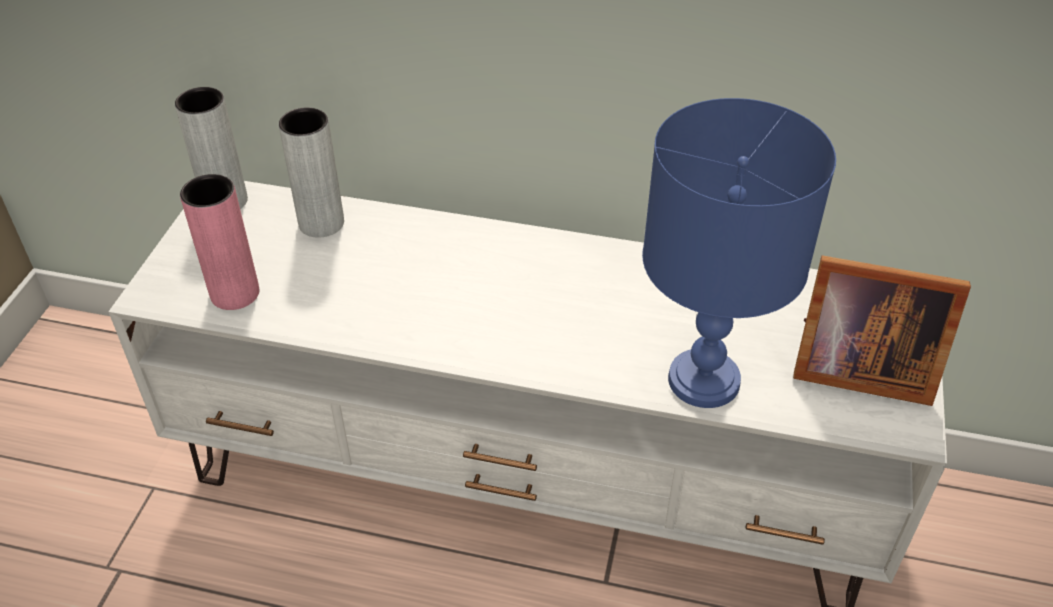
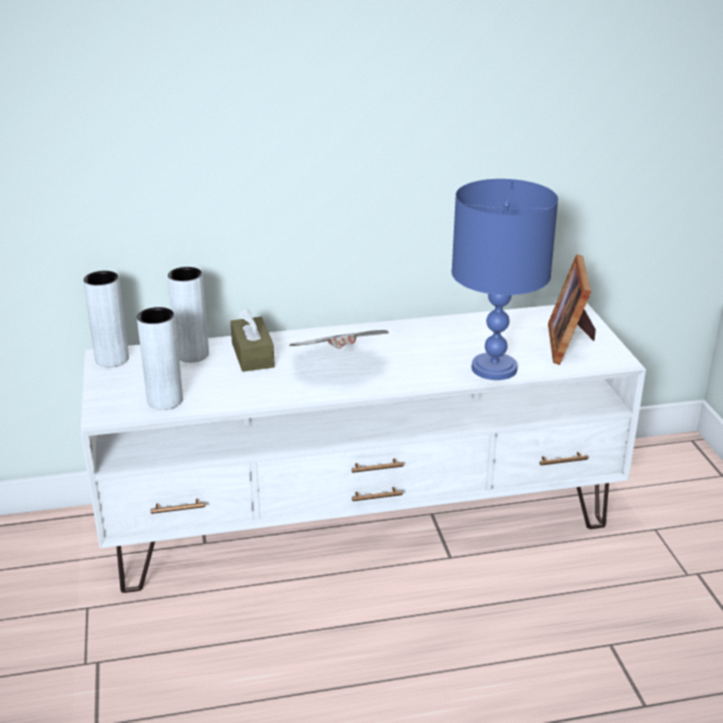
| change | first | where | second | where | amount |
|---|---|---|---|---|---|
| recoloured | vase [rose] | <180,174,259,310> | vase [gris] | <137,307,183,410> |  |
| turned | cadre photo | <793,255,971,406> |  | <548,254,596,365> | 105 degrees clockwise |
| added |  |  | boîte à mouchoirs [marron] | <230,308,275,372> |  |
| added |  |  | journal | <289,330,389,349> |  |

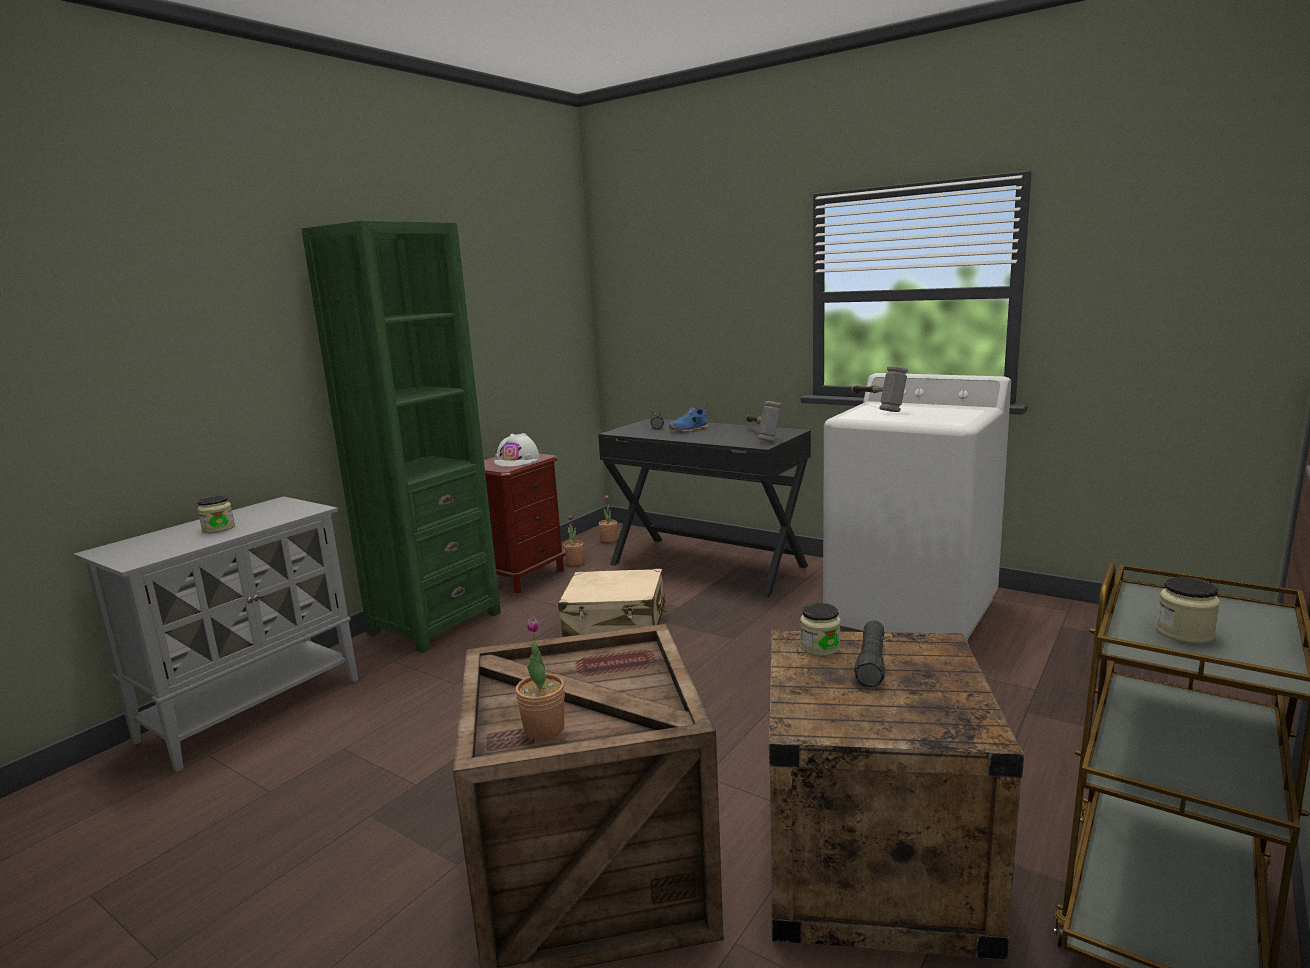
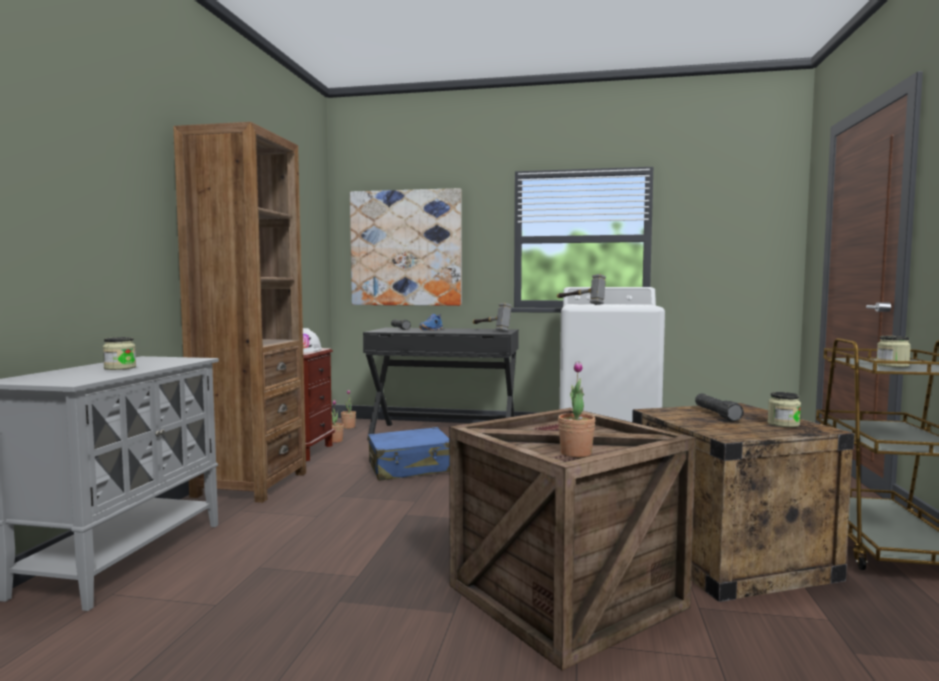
| change | first | where | second | where | amount |
|---|---|---|---|---|---|
| recoloured | bibliothèque [vert] | <301,220,501,653> | bibliothèque [marron] | <173,122,306,503> |  |
| recoloured | valise [beige] | <558,569,667,637> | valise [bleu] | <368,427,449,481> |  |
| moved | bocal | <800,603,841,656> |  | <767,392,801,427> |  |
| added |  |  | tableau | <350,188,462,306> |  |

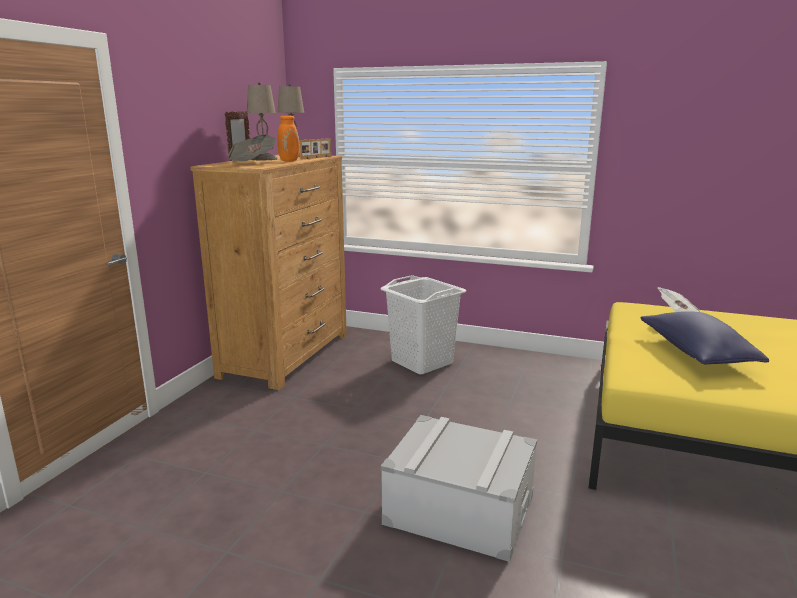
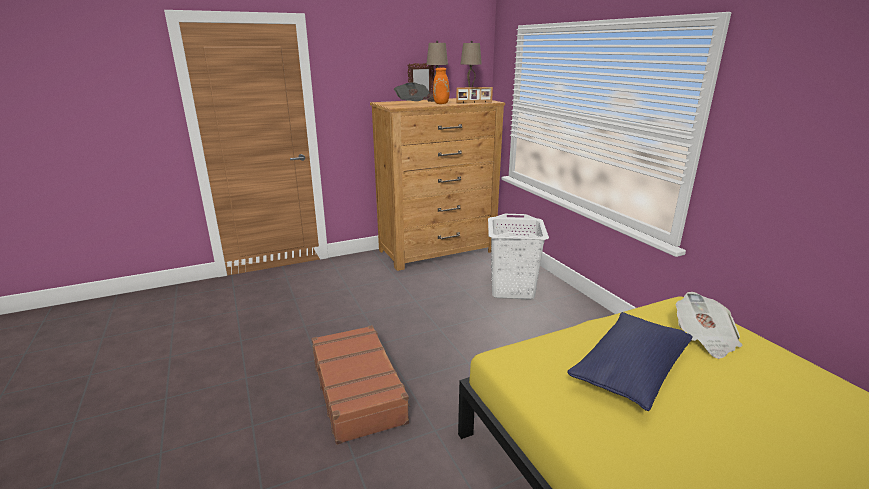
| change | first | where | second | where | amount |
|---|---|---|---|---|---|
| replaced | boîte de rangement [gris] | <381,415,537,562> | valise [marron] | <312,325,410,445> |  |

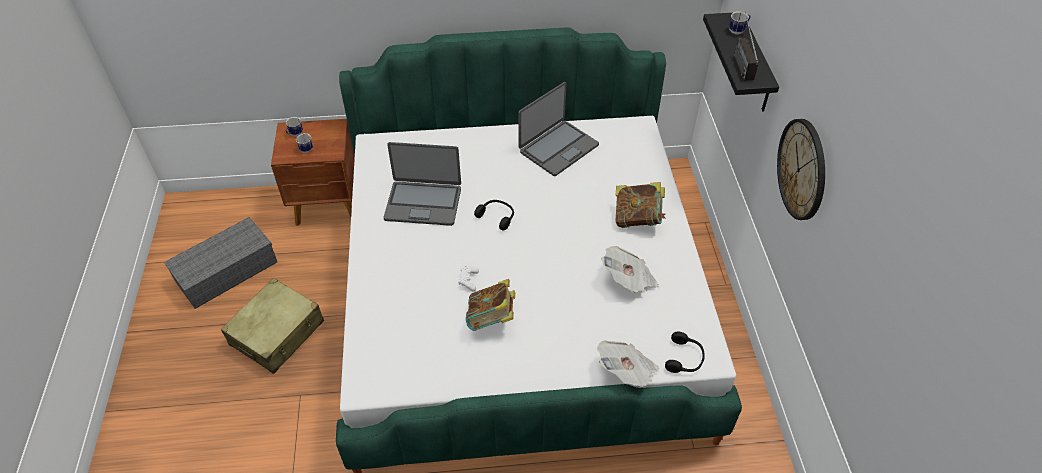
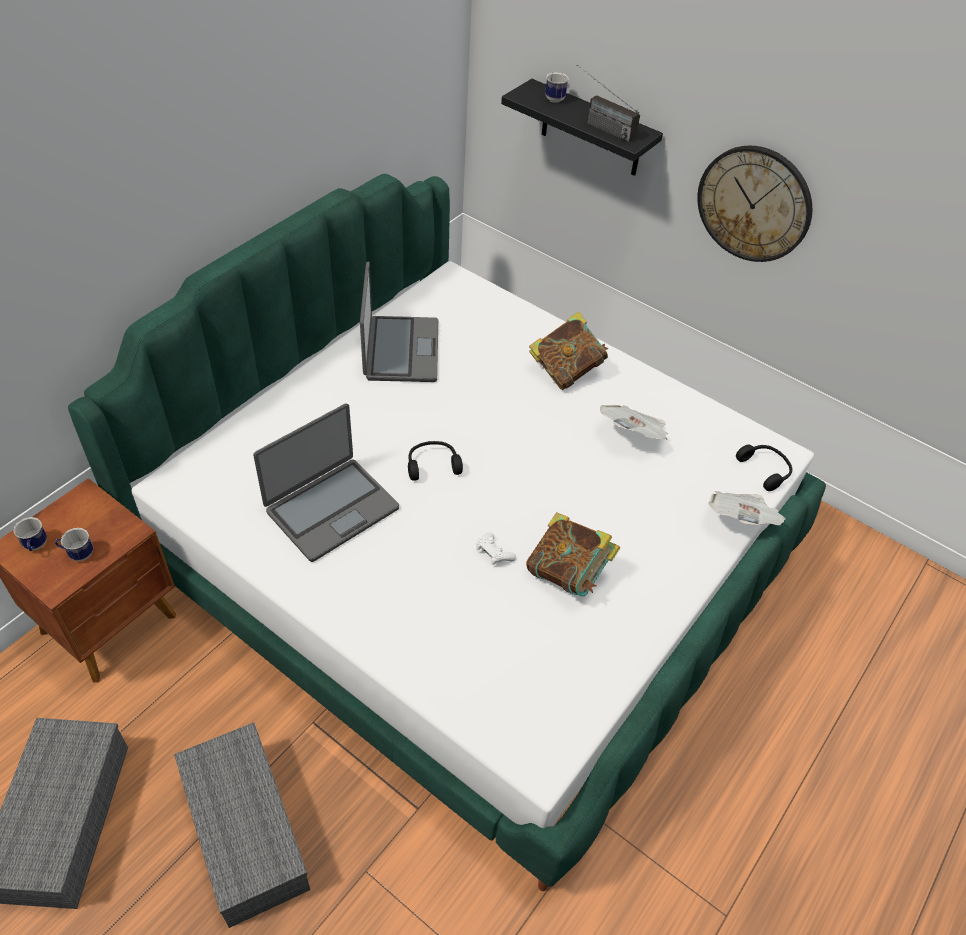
| change | first | where | second | where | amount |
|---|---|---|---|---|---|
| replaced | valise [beige] | <221,278,324,374> | boîte de rangement [gris] | <174,722,310,928> |  |

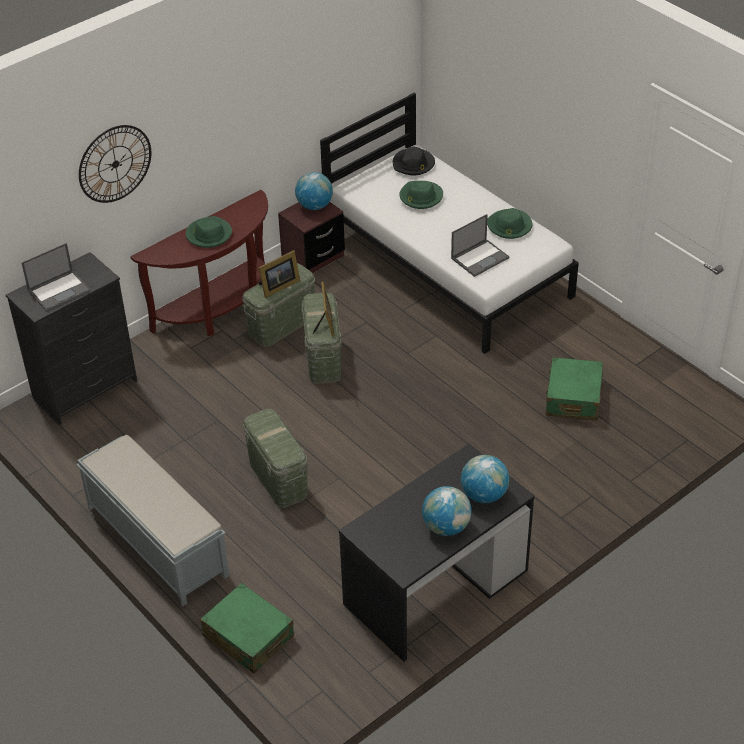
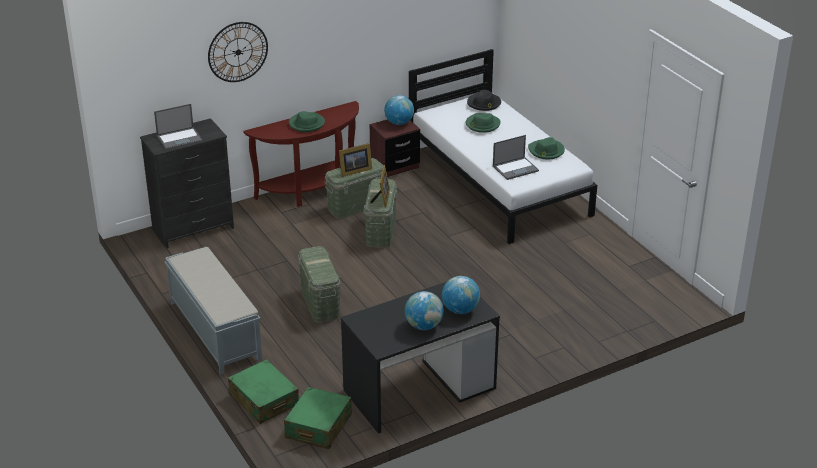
| change | first | where | second | where | amount |
|---|---|---|---|---|---|
| moved | valise [vert] | <546,357,603,420> |  | <284,387,352,449> |  |

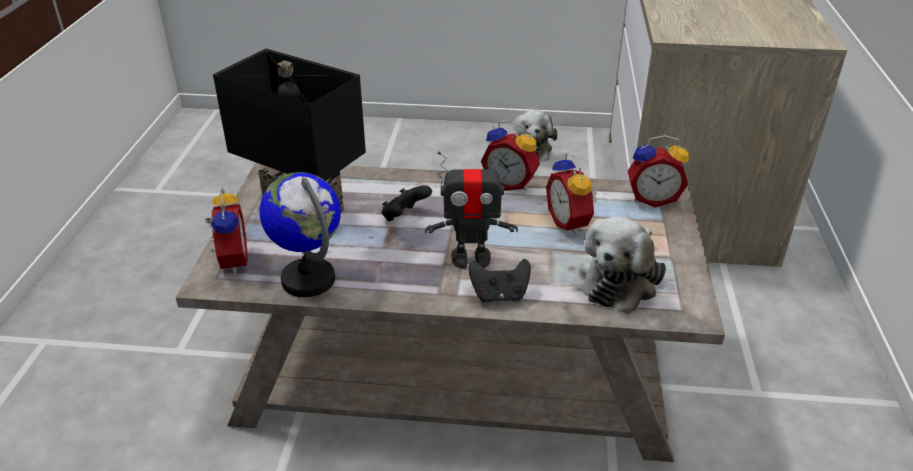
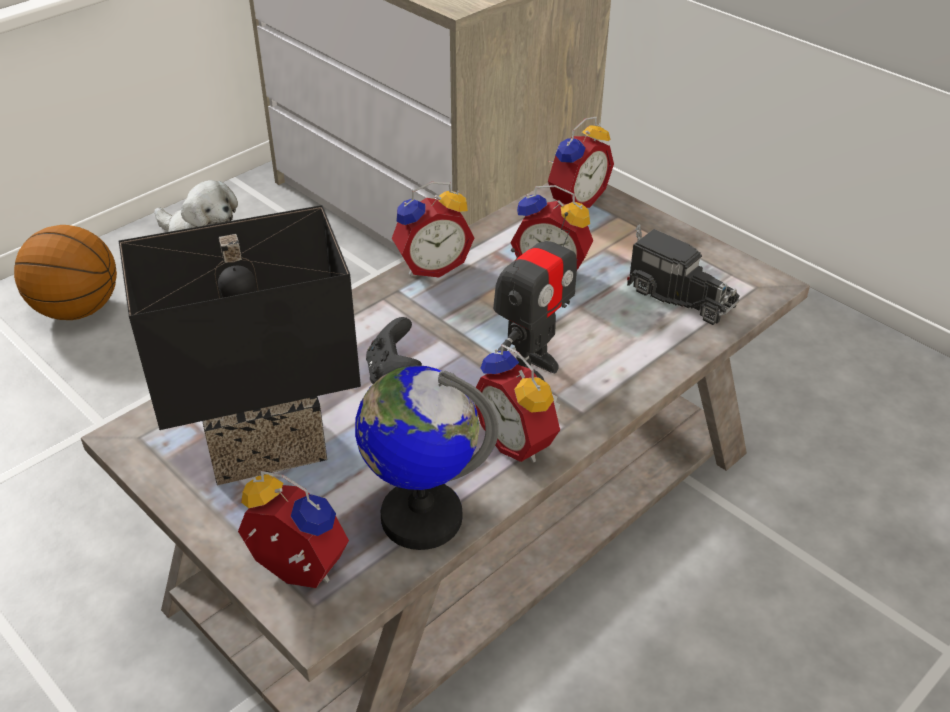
| change | first | where | second | where | amount |
|---|---|---|---|---|---|
| replaced | peluche | <579,216,666,313> | camion jouet | <627,224,740,325> |  |
| removed | manette [noir] | <468,259,531,302> |  |  |  |
| added |  |  | ballon de basket | <14,225,117,320> |  |
| added |  |  | réveil | <475,344,560,462> |  |

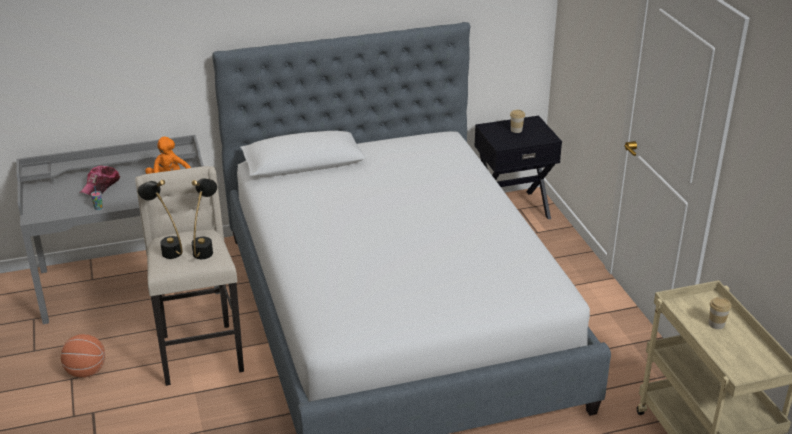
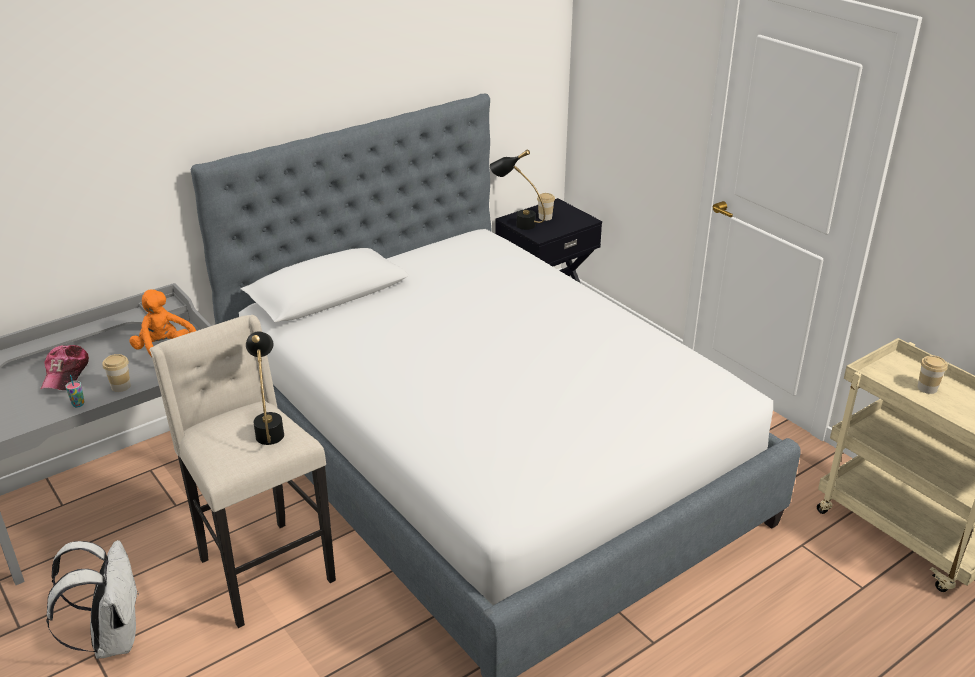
| change | first | where | second | where | amount |
|---|---|---|---|---|---|
| moved | lampe de table [noir] | <138,180,183,259> |  | <490,149,545,230> |  |
| replaced | ballon de basket | <61,334,105,378> | sac à dos [blanc] | <46,540,139,659> |  |
| added |  |  | tasse | <103,354,131,392> |  |

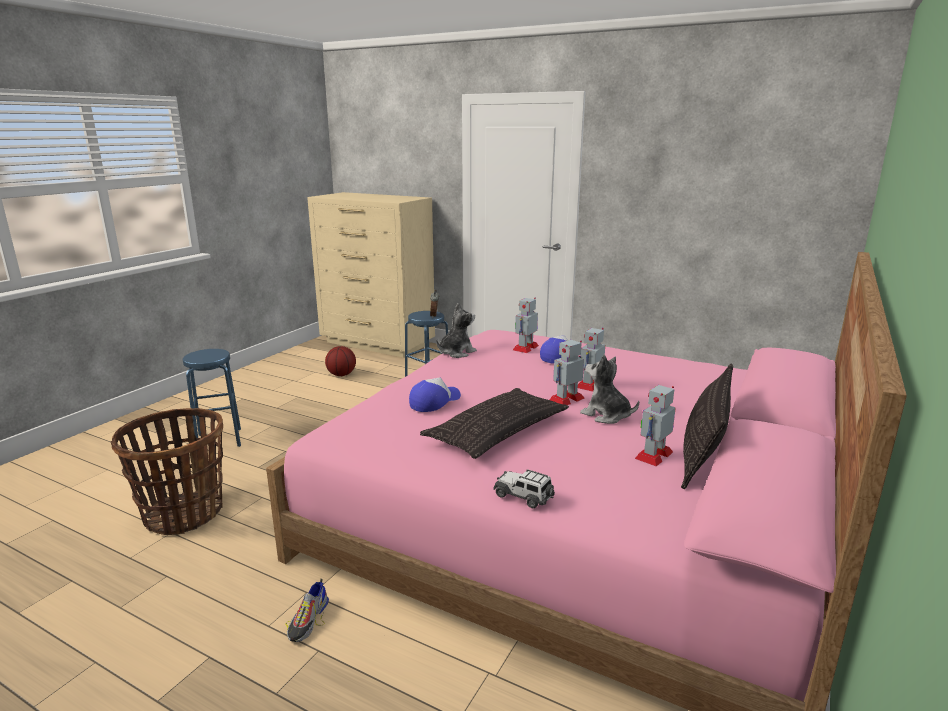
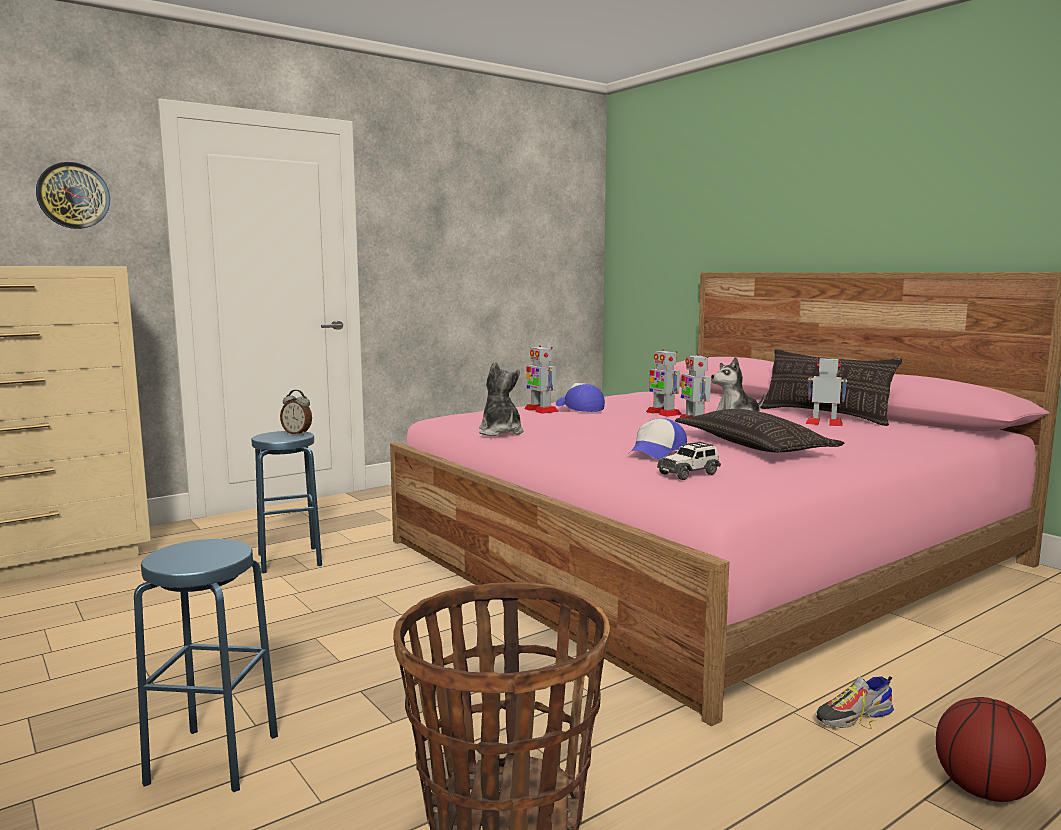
| change | first | where | second | where | amount |
|---|---|---|---|---|---|
| moved | ballon de basket | <325,346,356,376> |  | <935,697,1046,802> |  |
| turned | casquette | <409,378,461,412> |  | <628,418,687,459> | 120 degrees counterclockwise |
| turned | robot jouet | <635,385,676,466> |  | <806,357,847,426> | 135 degrees clockwise |
| moved | petite voiture | <493,469,555,508> |  | <657,441,721,480> |  |
| turned | chaussure | <285,579,329,642> |  | <816,676,894,729> | 120 degrees clockwise |
| added |  |  | horloge murale | <36,162,110,229> |  |

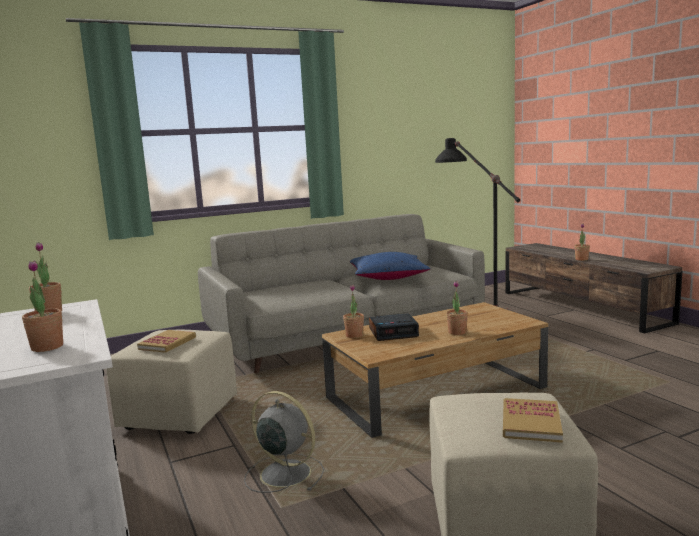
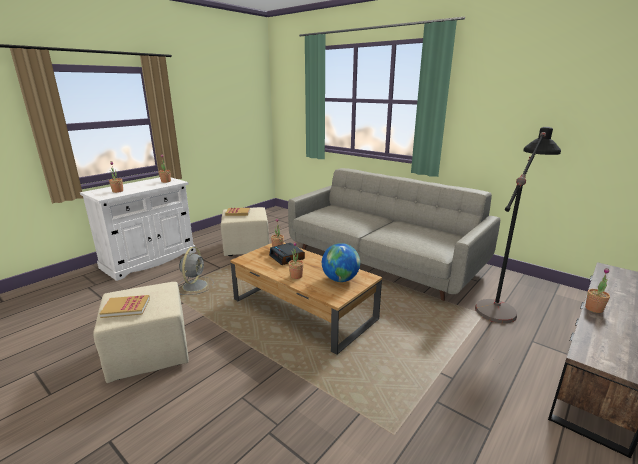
| change | first | where | second | where | amount |
|---|---|---|---|---|---|
| removed | coussin [bleu] | <350,252,431,280> |  |  |  |
| added |  |  | globe | <322,243,360,282> |  |

